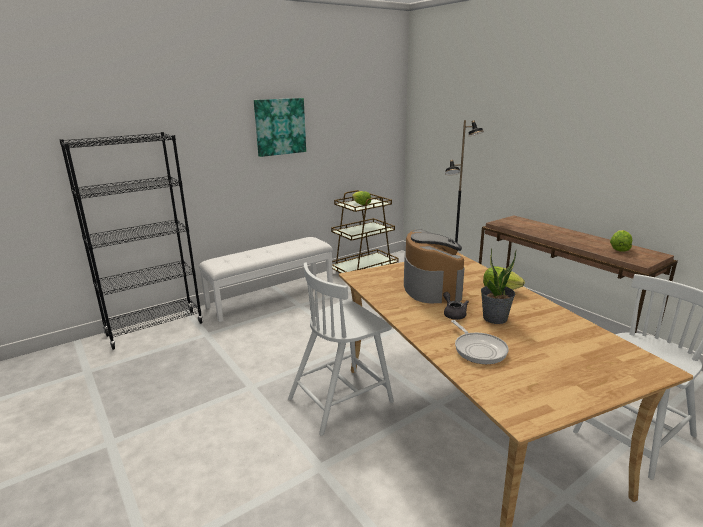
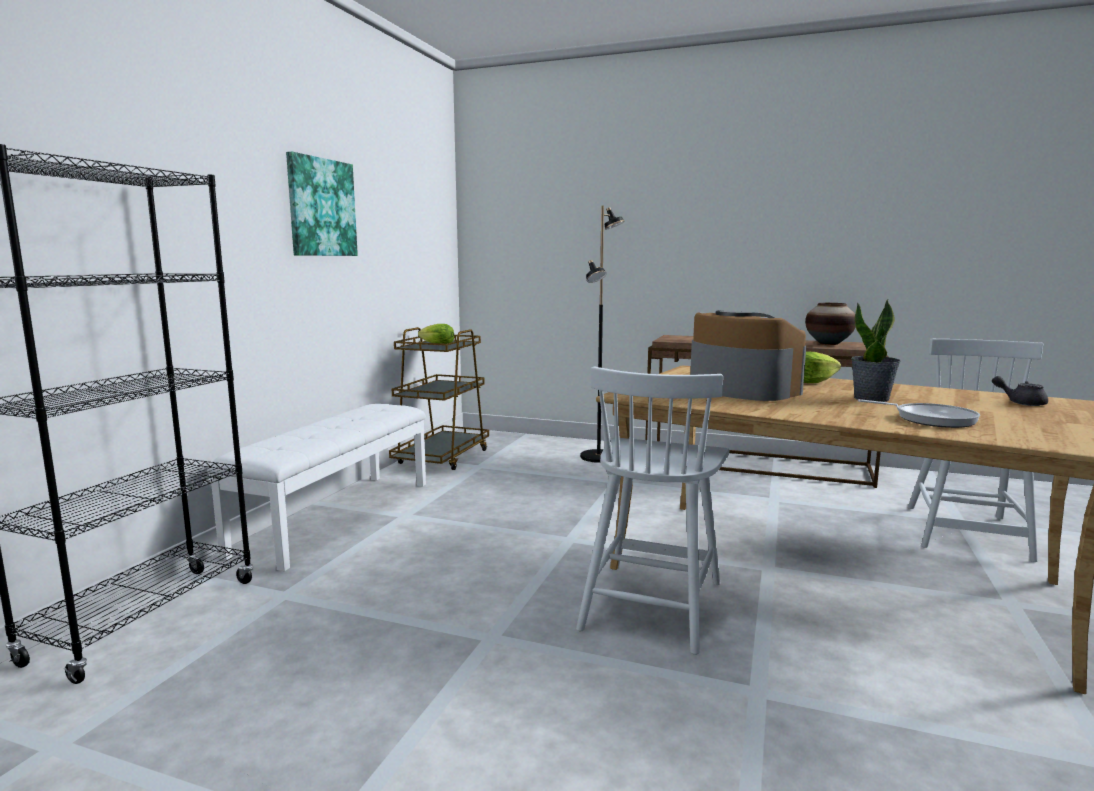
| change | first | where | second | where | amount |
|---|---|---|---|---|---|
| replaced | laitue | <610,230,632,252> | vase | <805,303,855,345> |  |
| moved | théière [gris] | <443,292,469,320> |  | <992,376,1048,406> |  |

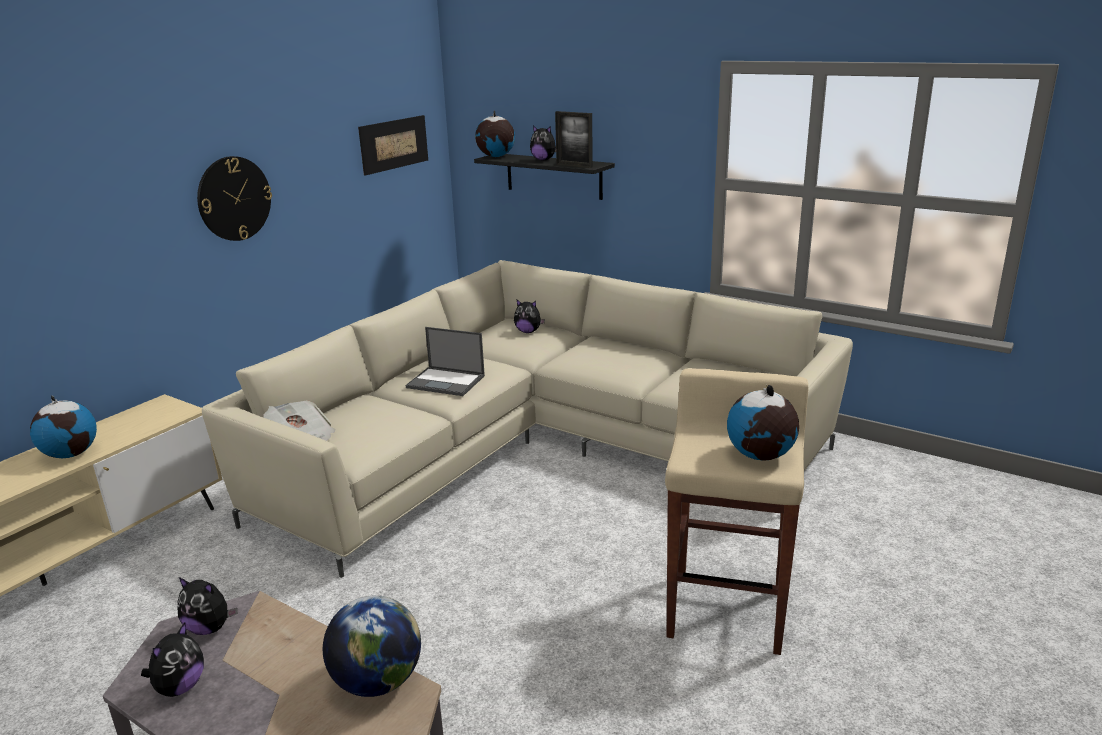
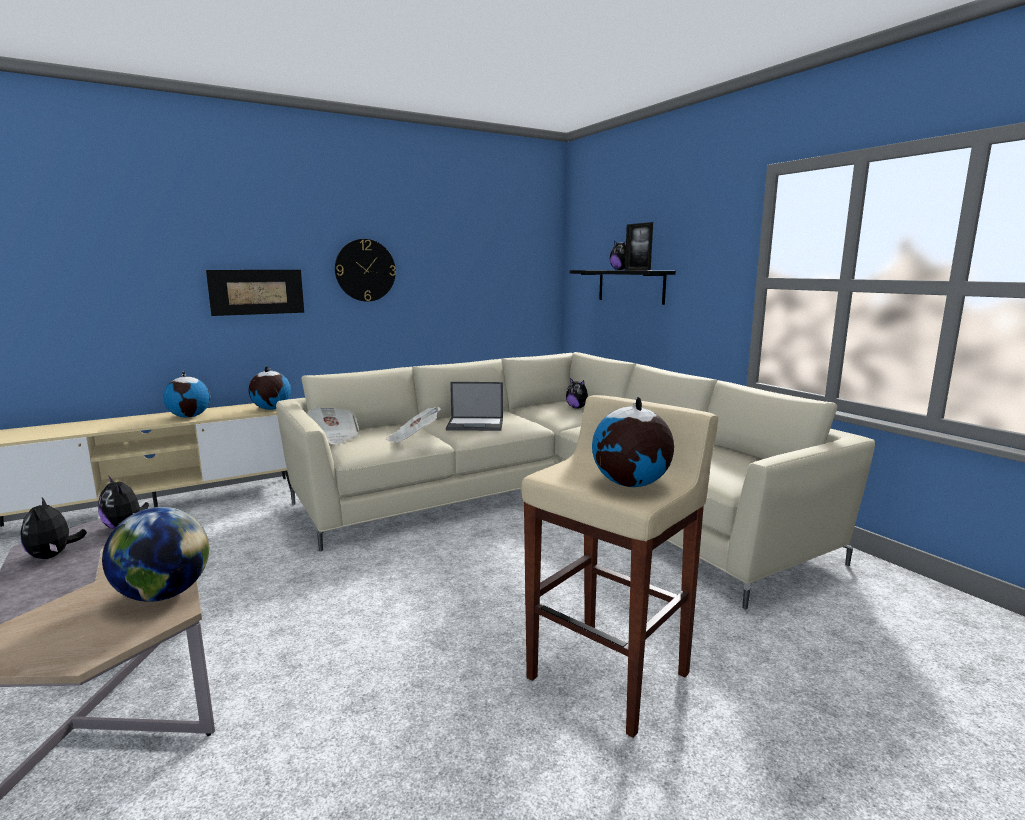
| change | first | where | second | where | amount |
|---|---|---|---|---|---|
| moved | globe | <475,110,515,157> |  | <249,366,291,410> |  |
| moved | tableau | <358,115,428,176> |  | <206,270,304,316> |  |
| turned | ordinateur portable | <405,327,485,396> |  | <446,382,503,431> | 45 degrees counterclockwise |
| turned | peluche | <141,623,204,697> |  | <20,497,87,559> | 105 degrees clockwise |
| added |  |  | journal | <386,407,441,443> |  |

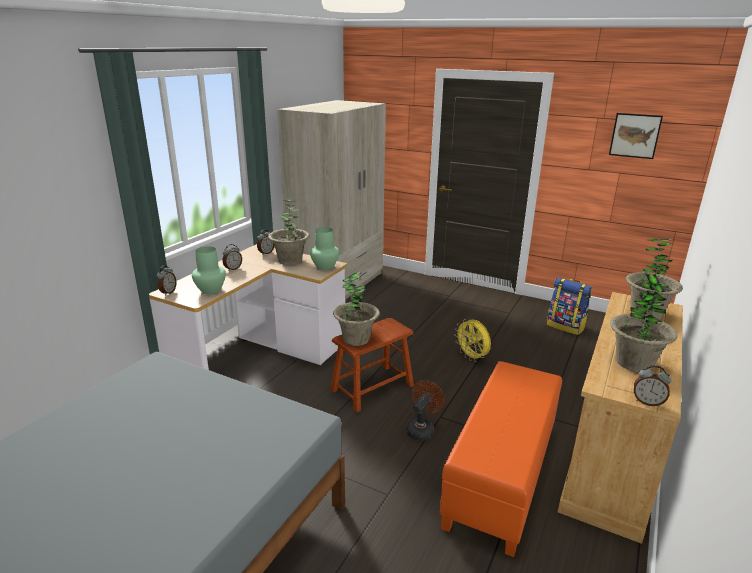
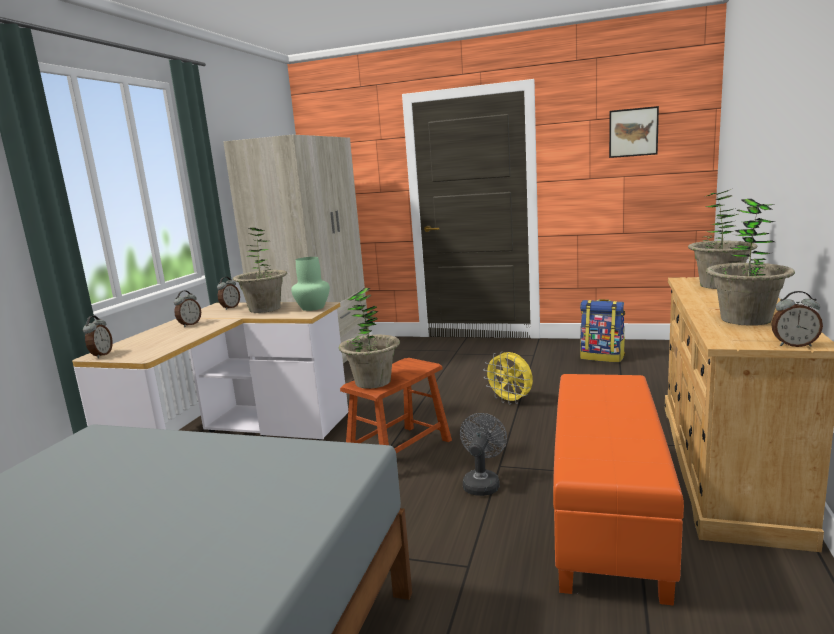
| change | first | where | second | where | amount |
|---|---|---|---|---|---|
| removed | vase [vert] | <192,246,226,294> |  |  |  |
| recoloured | ventilateur [marron] | <407,380,445,441> | ventilateur [gris] | <460,413,507,496> |  |

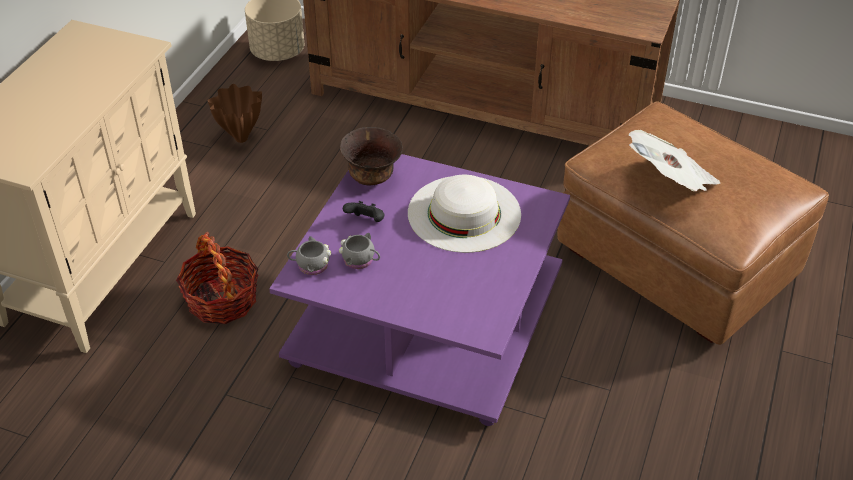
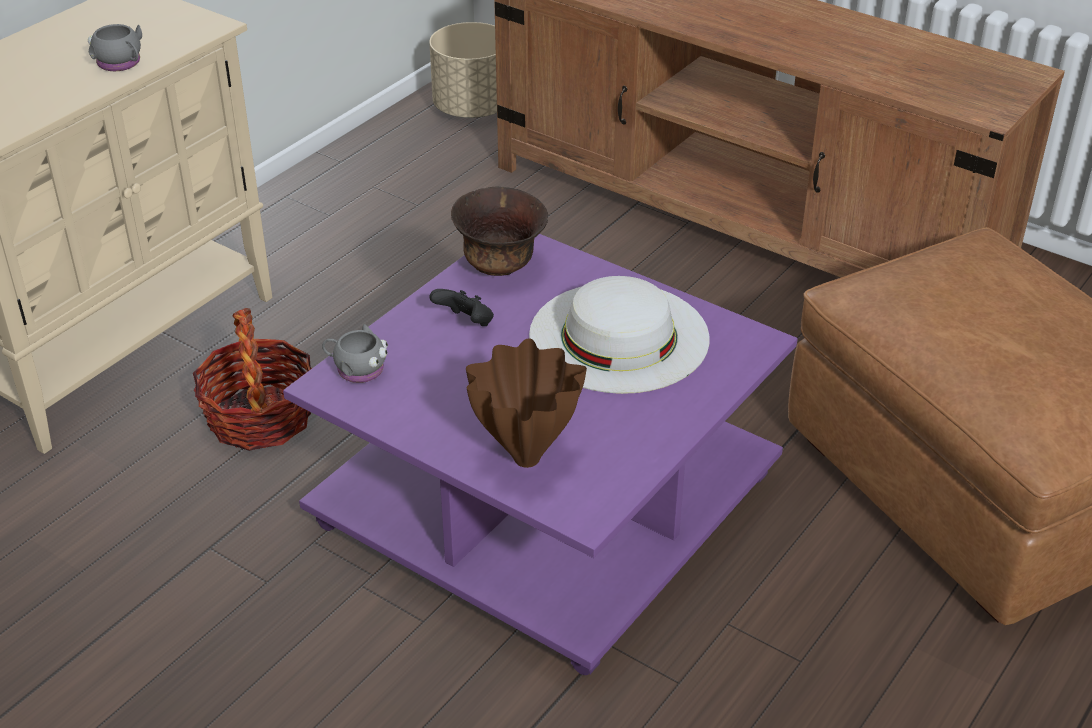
| change | first | where | second | where | amount |
|---|---|---|---|---|---|
| moved | vase [marron] | <208,84,262,143> |  | <466,338,587,468> |  |
| removed | journal | <629,130,720,192> |  |  |  |
| moved | mug [gris] | <339,233,380,269> |  | <88,24,142,71> |  |

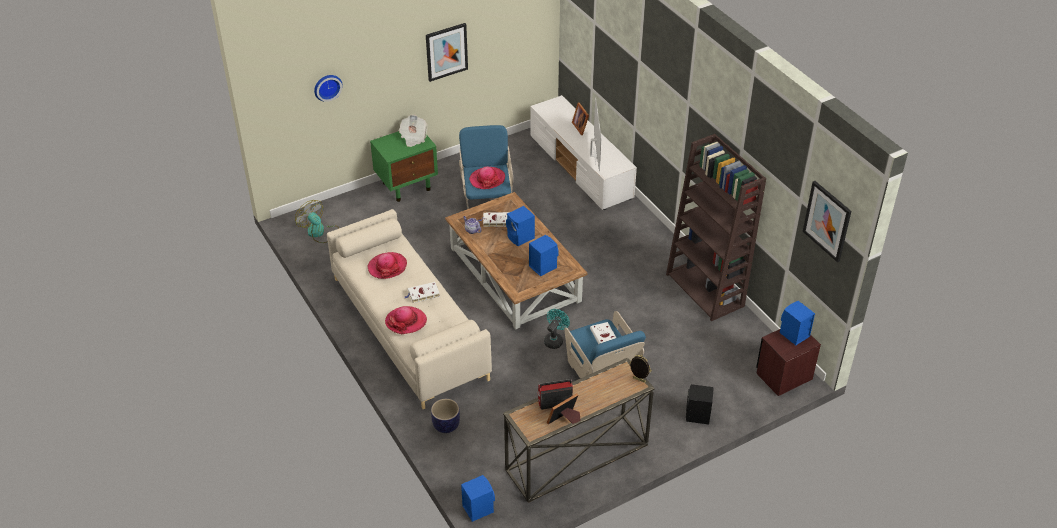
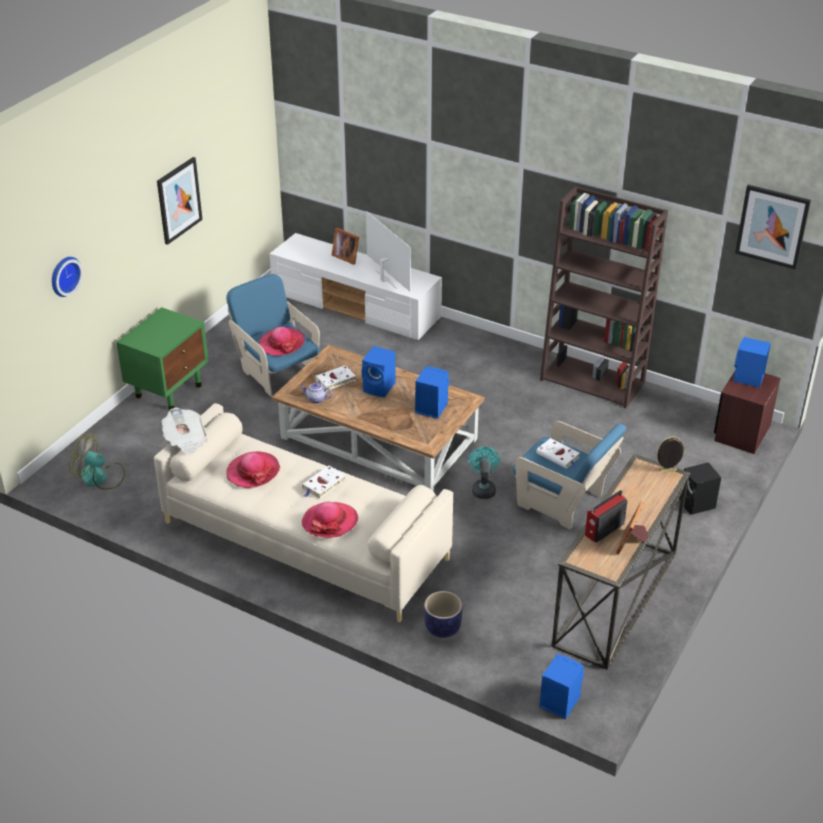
| change | first | where | second | where | amount |
|---|---|---|---|---|---|
| moved | journal | <399,115,428,147> |  | <161,407,208,455> |  |

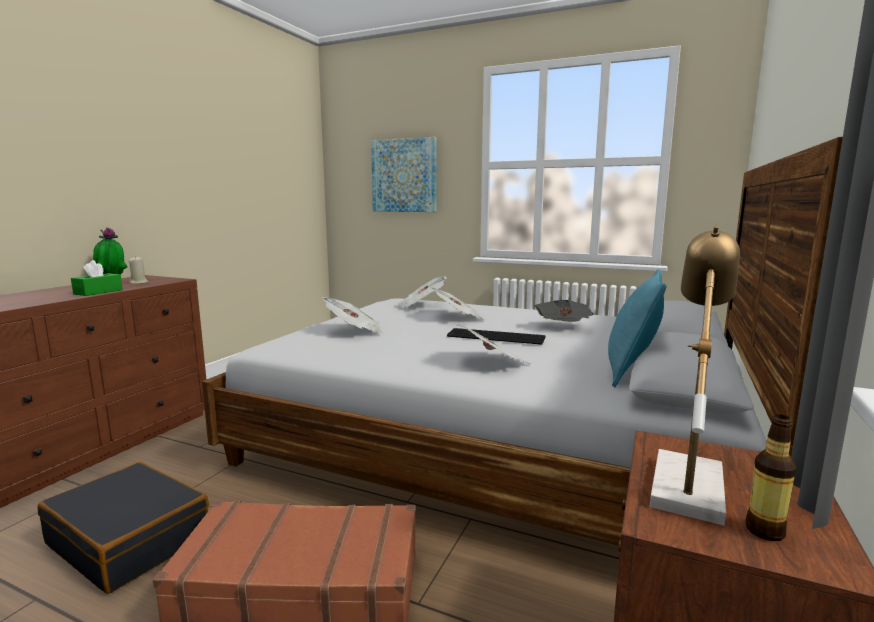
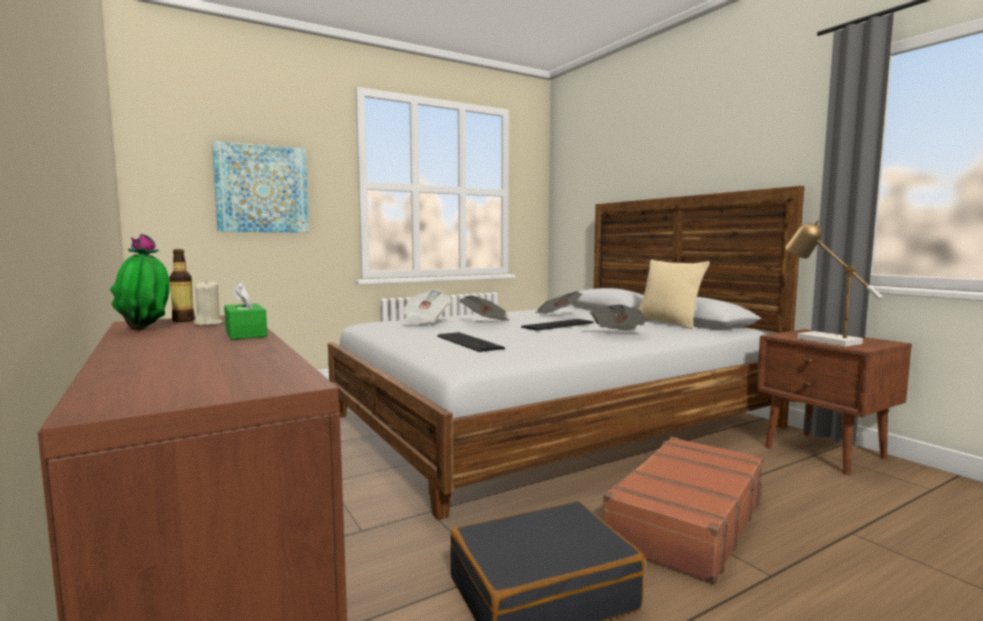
| change | first | where | second | where | amount |
|---|---|---|---|---|---|
| recoloured | coussin [turquoise] | <608,269,666,387> | coussin [beige] | <639,260,710,329> |  |
| replaced | journal | <322,297,383,334> | clavier | <437,332,505,352> |  |
| moved | bouteille | <745,414,796,541> |  | <169,249,195,322> |  |

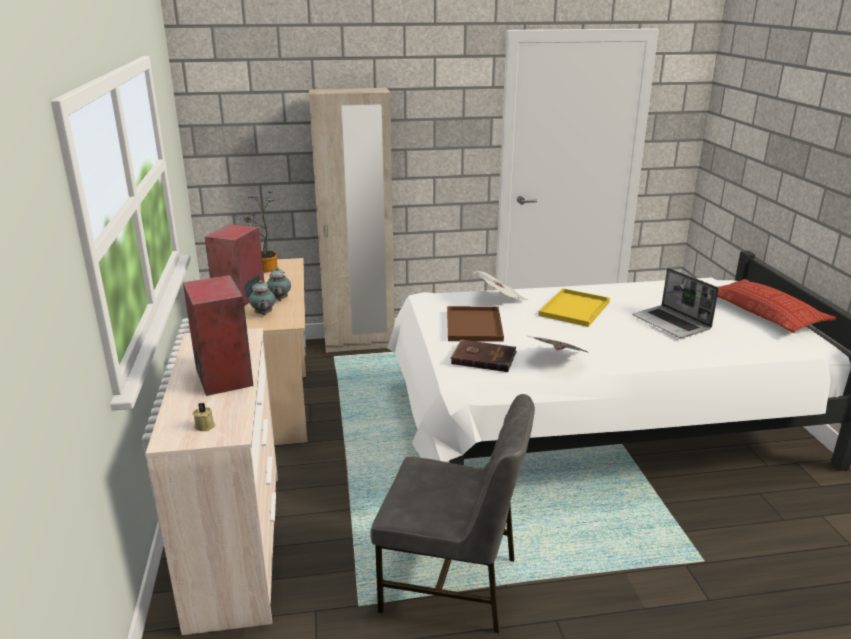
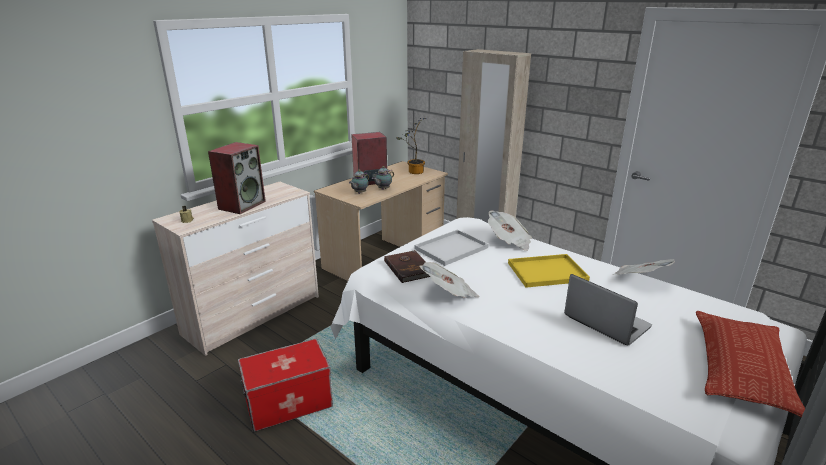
| change | first | where | second | where | amount |
|---|---|---|---|---|---|
| turned | ordinateur portable | <633,268,719,338> |  | <564,274,652,345> | 120 degrees clockwise |
| recoloured | plateau [marron] | <447,306,504,342> | plateau [blanc] | <414,229,489,266> |  |
| replaced | chaise [gris] | <370,394,535,633> | boîte de rangement | <238,338,333,432> |  |
| added |  |  | journal | <612,259,675,275> |  |

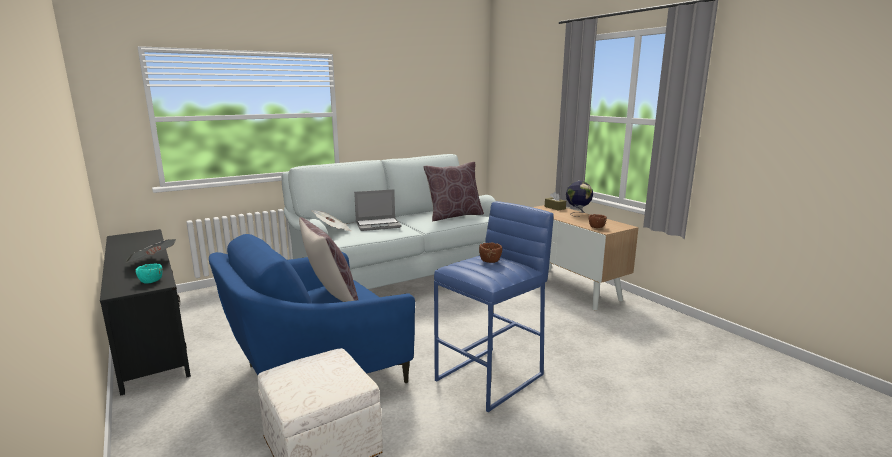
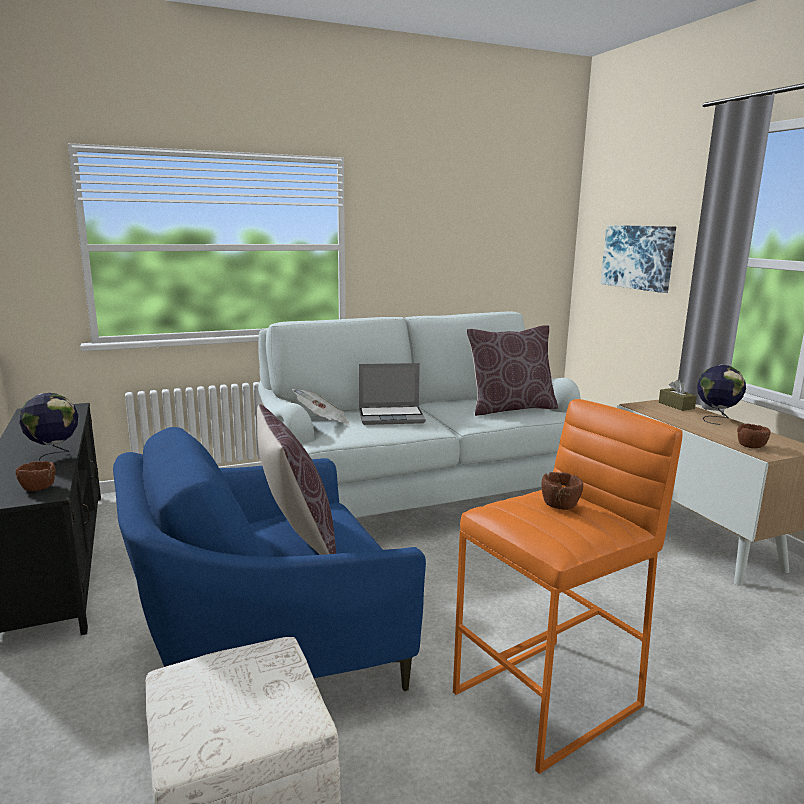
| change | first | where | second | where | amount |
|---|---|---|---|---|---|
| recoloured | tabouret [bleu] | <434,201,554,412> | tabouret [orange] | <453,399,683,774> |  |
| replaced | journal | <125,239,176,263> | globe | <19,393,78,464> |  |
| recoloured | bol [turquoise] | <136,263,163,283> | bol [marron] | <16,461,56,491> |  |
| added |  |  | tableau | <601,225,676,293> |  |

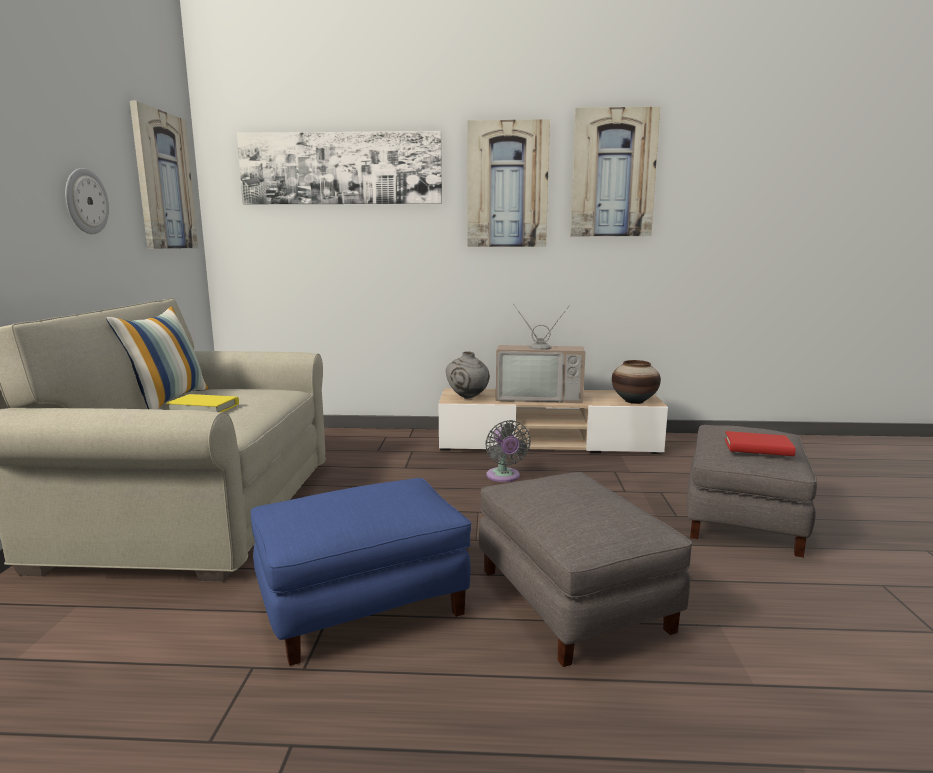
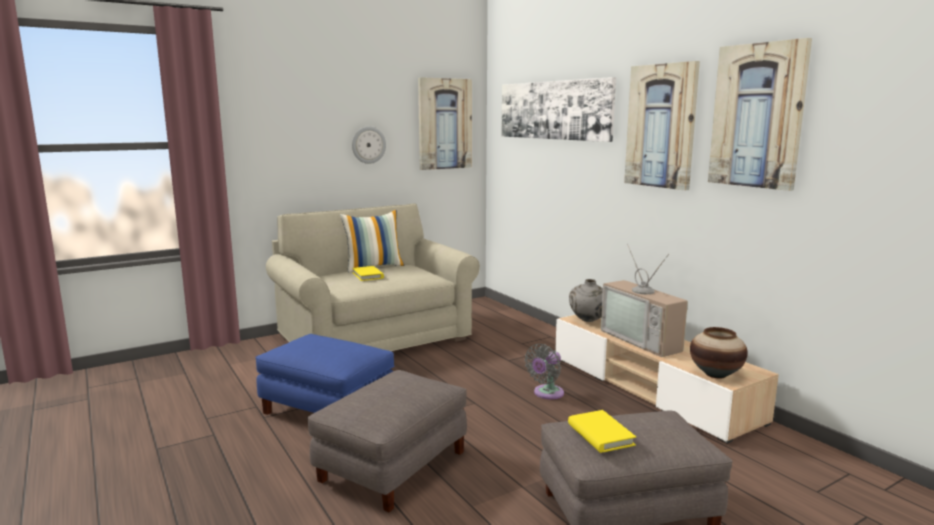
| change | first | where | second | where | amount |
|---|---|---|---|---|---|
| recoloured | livre [rouge] | <725,431,796,456> | livre [jaune] | <568,410,636,453> |  |

